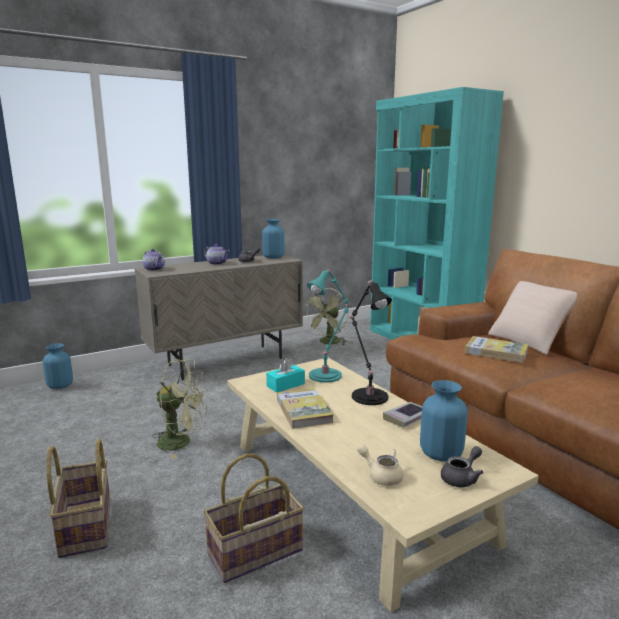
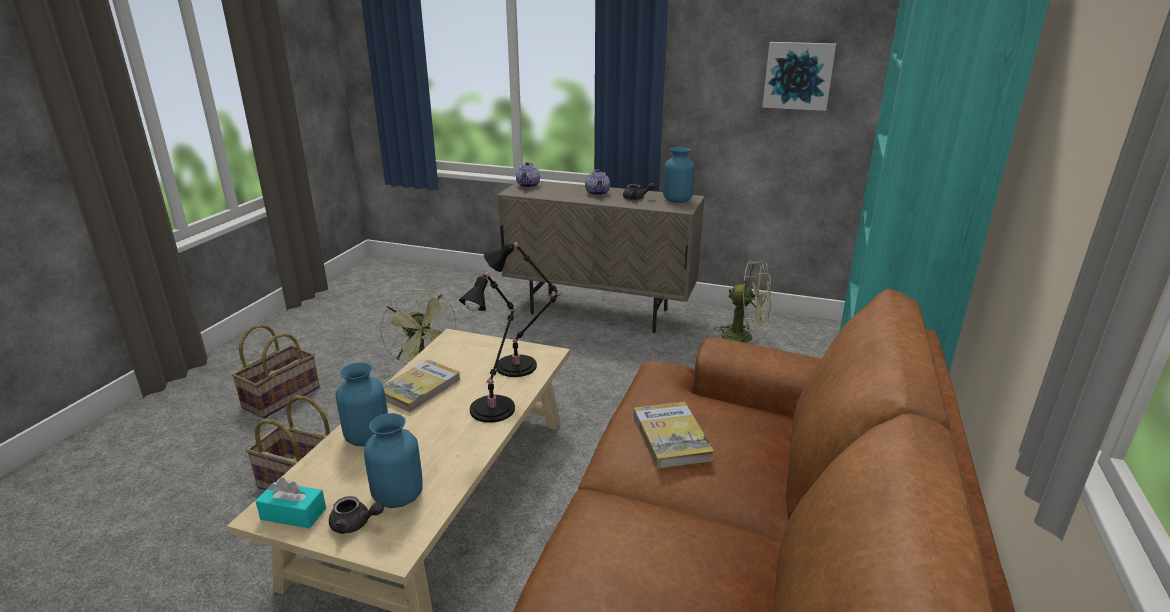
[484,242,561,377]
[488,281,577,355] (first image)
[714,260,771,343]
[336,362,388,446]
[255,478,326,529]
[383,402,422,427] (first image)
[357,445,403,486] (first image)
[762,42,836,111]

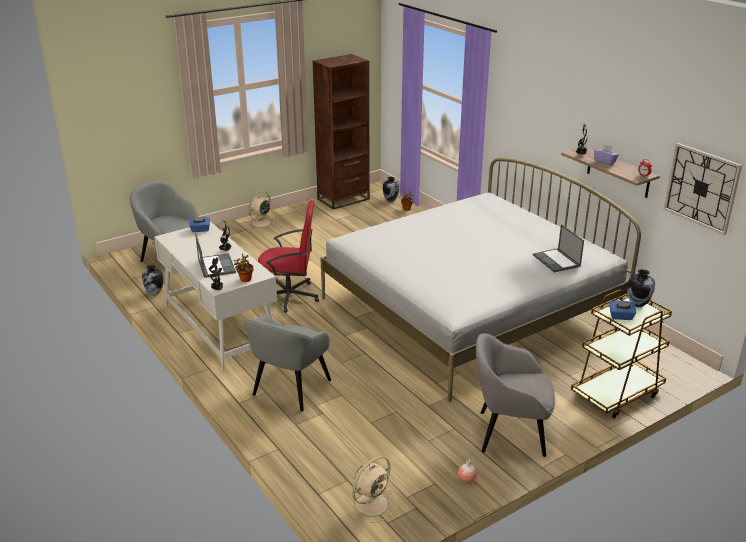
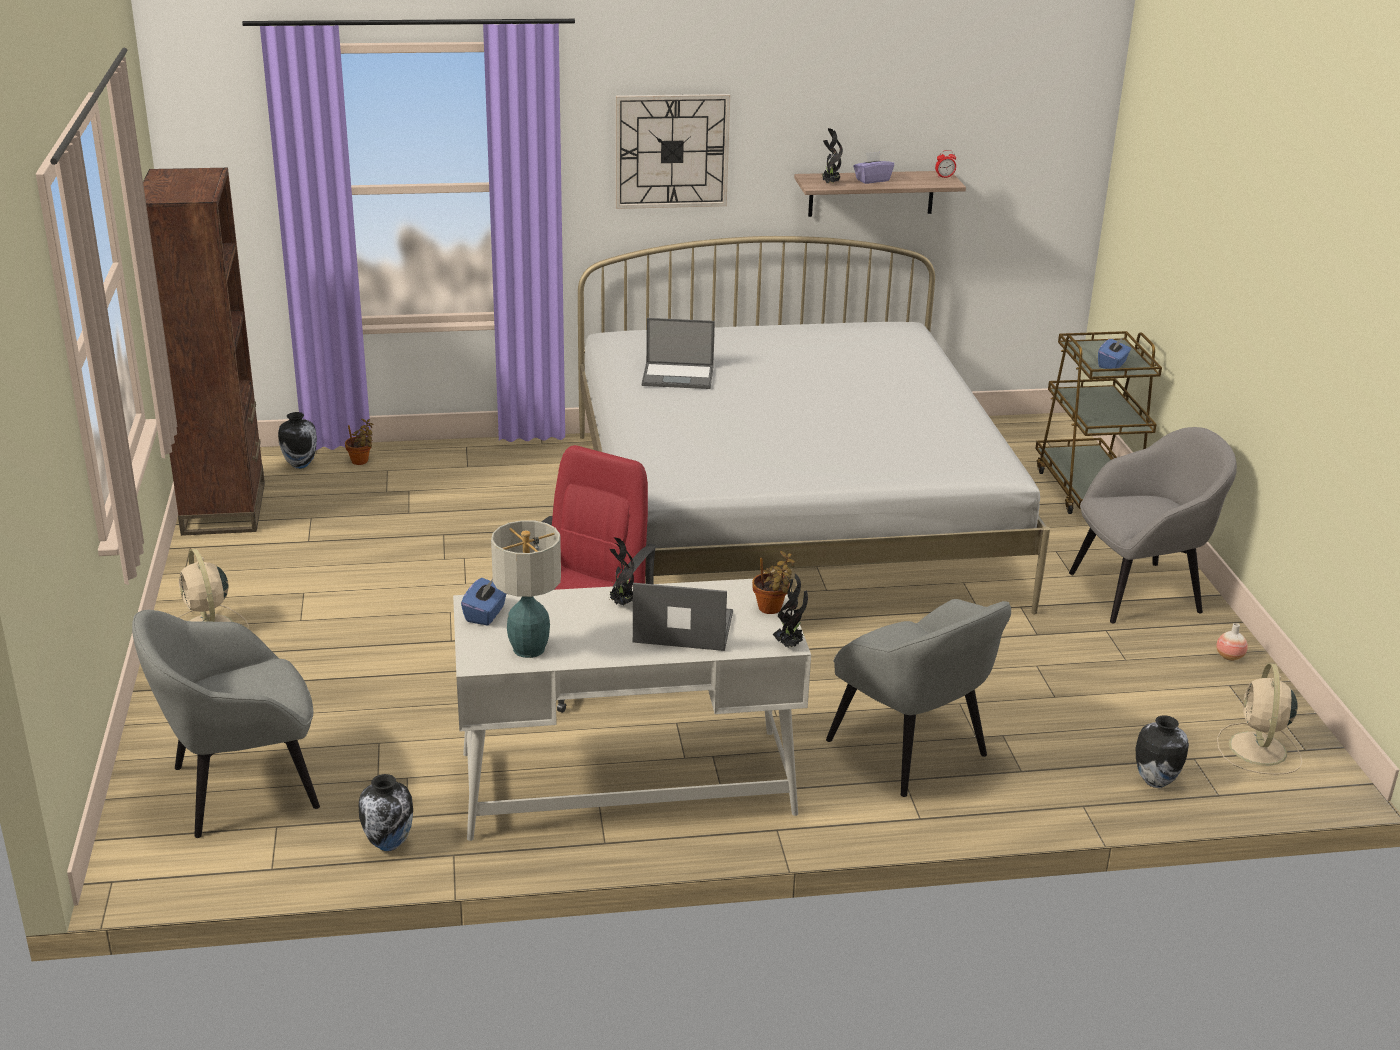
[616,94,730,209]
[642,318,715,389]
[1136,715,1189,788]
[1069,427,1237,624]
[1217,663,1302,775]
[491,520,561,658]

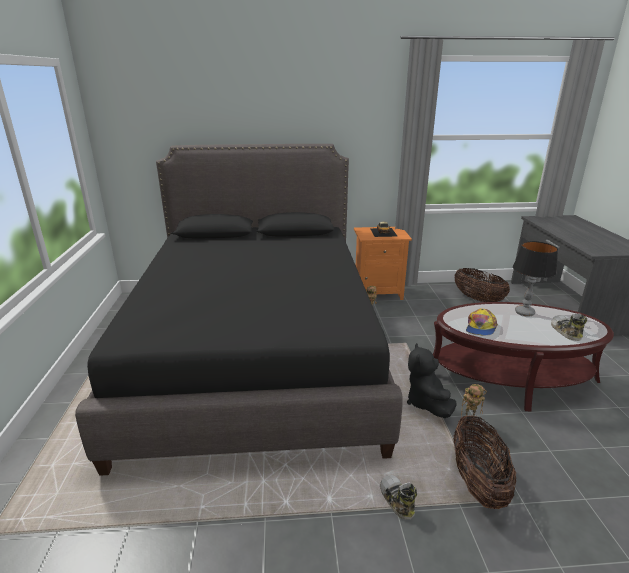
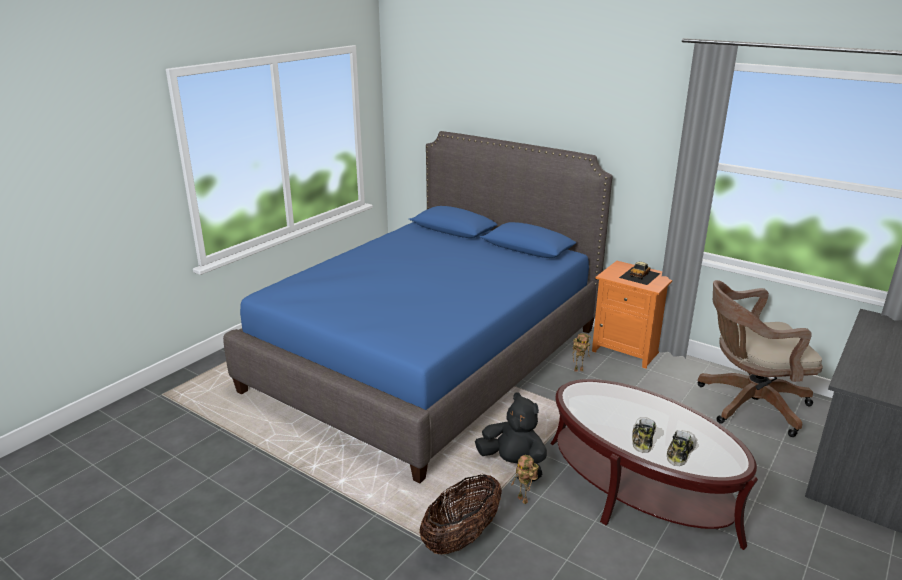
[223,131,613,483]
[513,241,558,316] (first image)
[698,280,823,437]
[466,309,498,335] (first image)
[475,392,547,482]
[632,417,656,453]

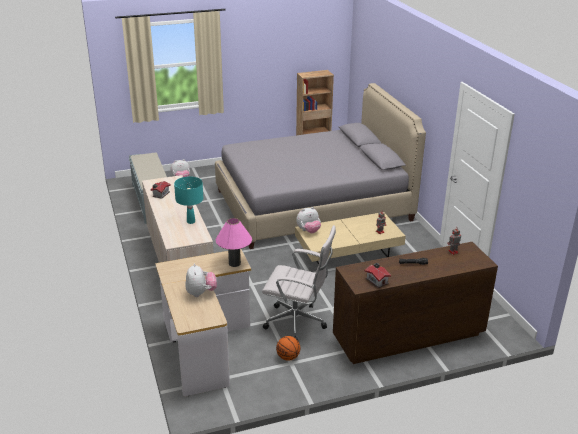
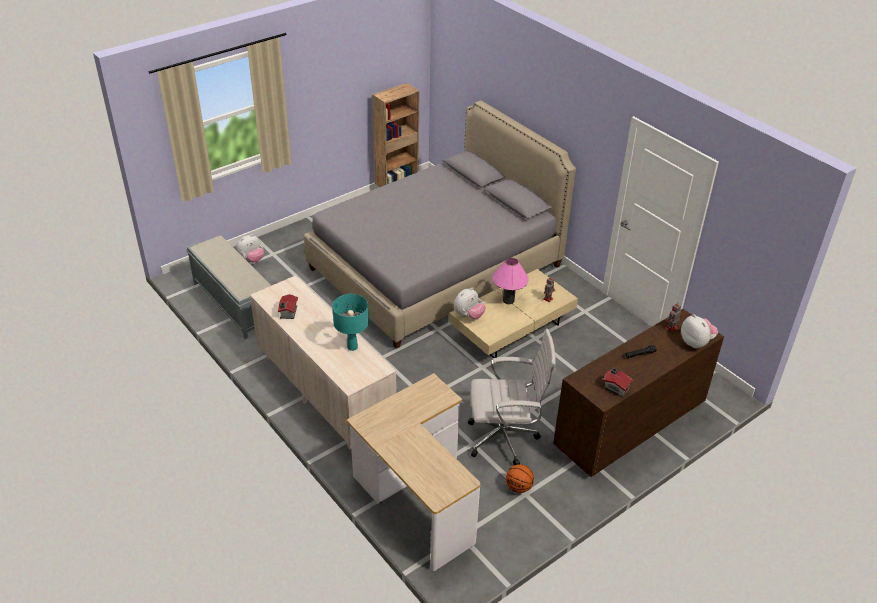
[492,258,529,304]
[681,314,718,349]

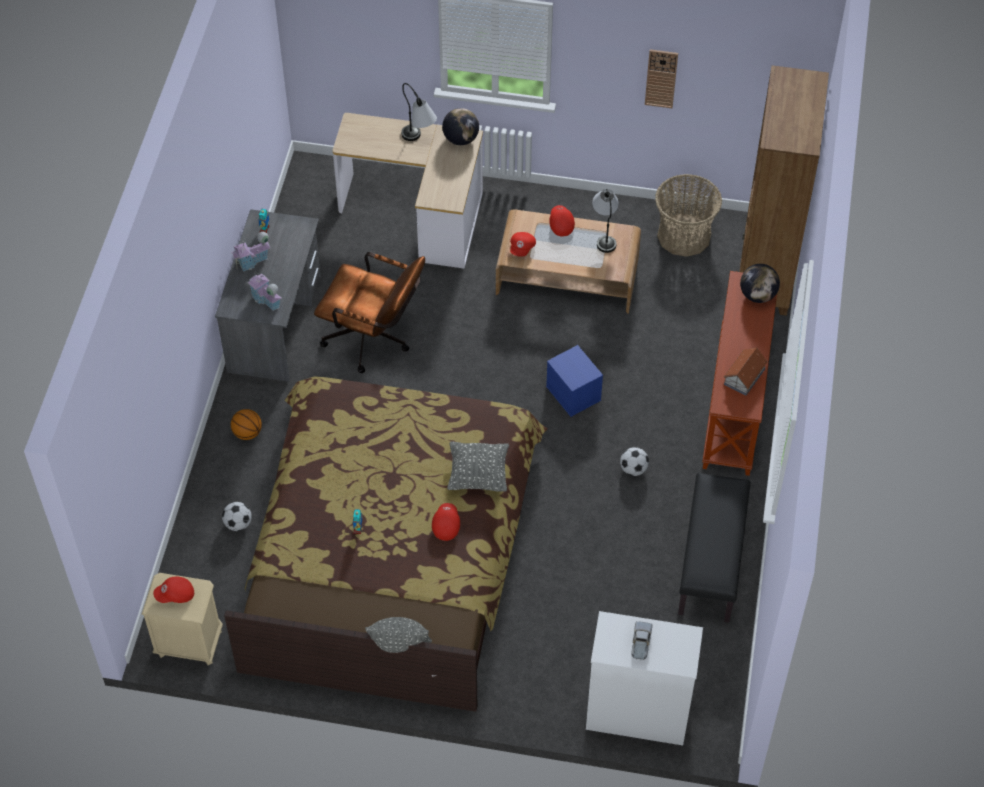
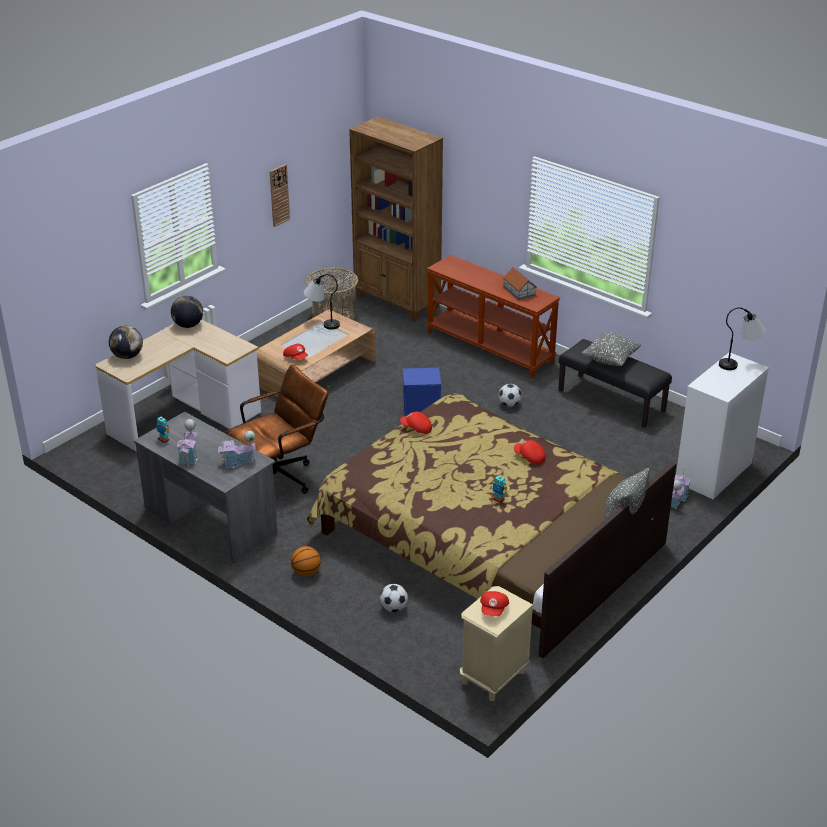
[719,307,766,370]
[400,412,432,434]
[109,326,143,359]
[581,332,641,366]
[631,621,652,661] (first image)
[671,469,691,509]

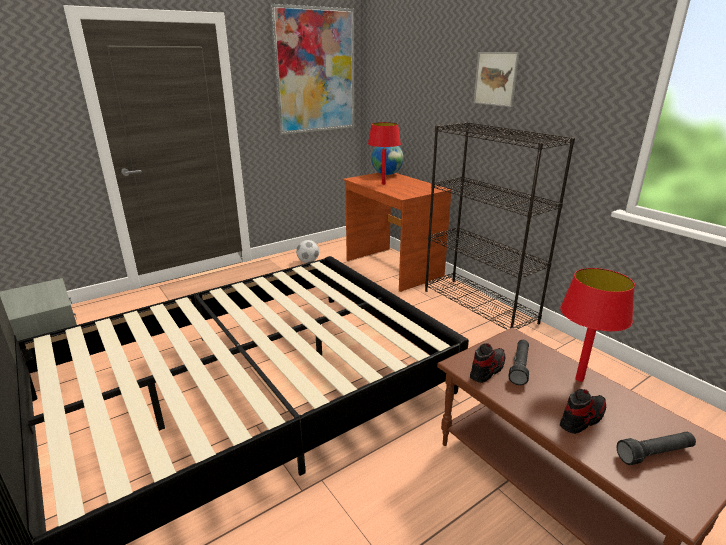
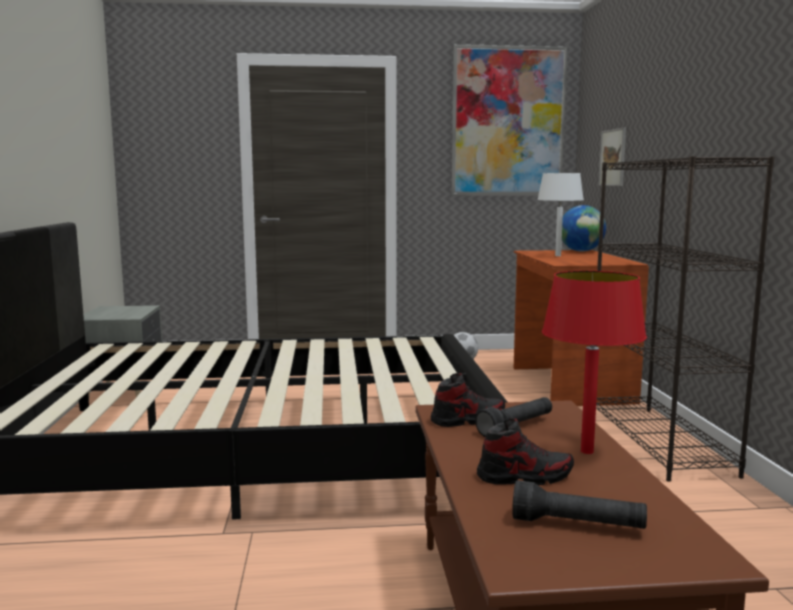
[598,128,626,186]
[537,173,584,256]

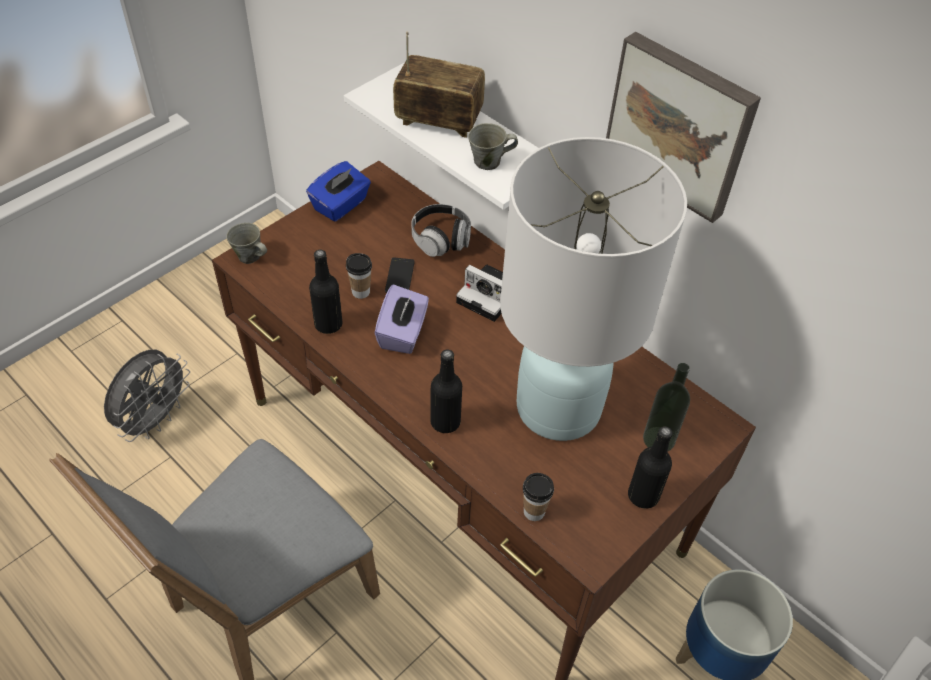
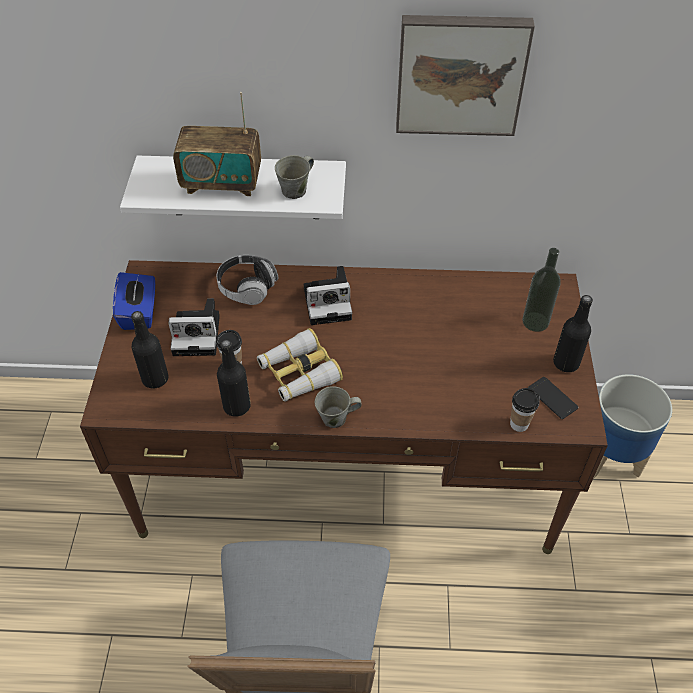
[173,92,261,196]
[500,137,687,441] (first image)
[315,386,362,428]
[528,377,578,419]
[257,328,343,402]
[104,350,190,442] (first image)
[131,311,169,389]
[168,298,220,356]

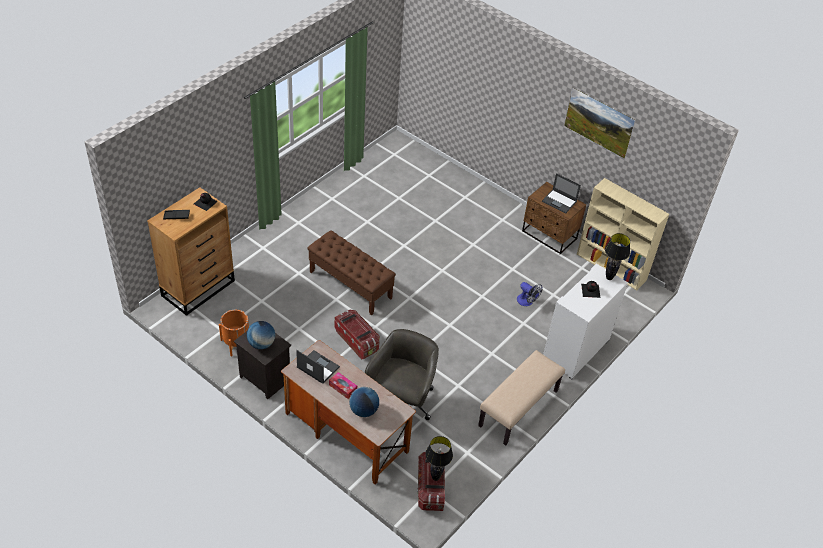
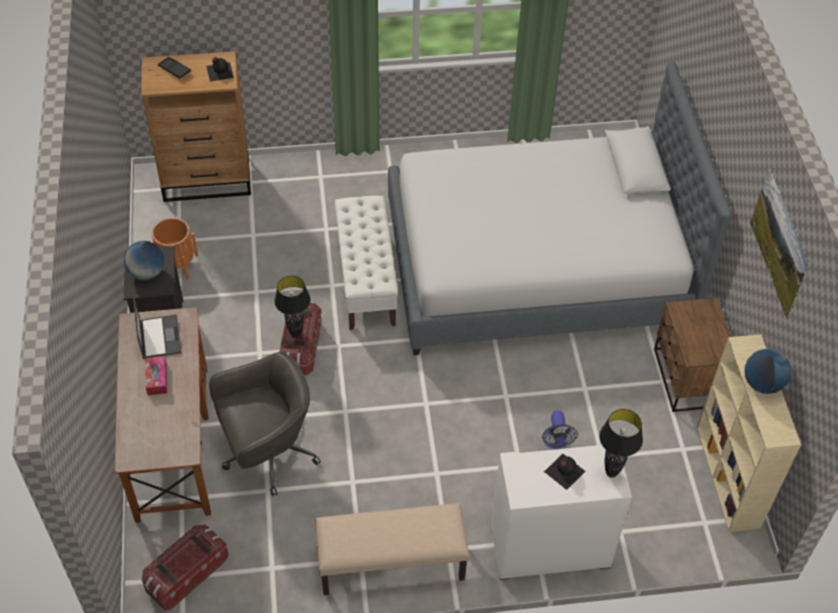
[542,173,581,213] (first image)
[335,196,398,330]
[745,349,791,394]
[274,276,311,338]
[388,61,732,355]

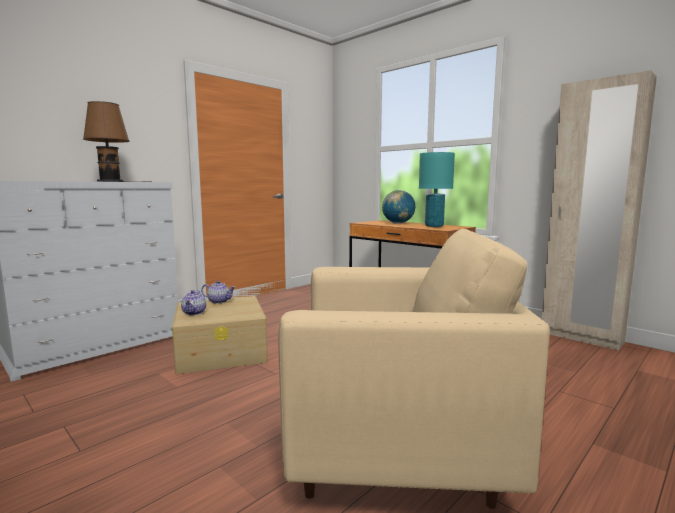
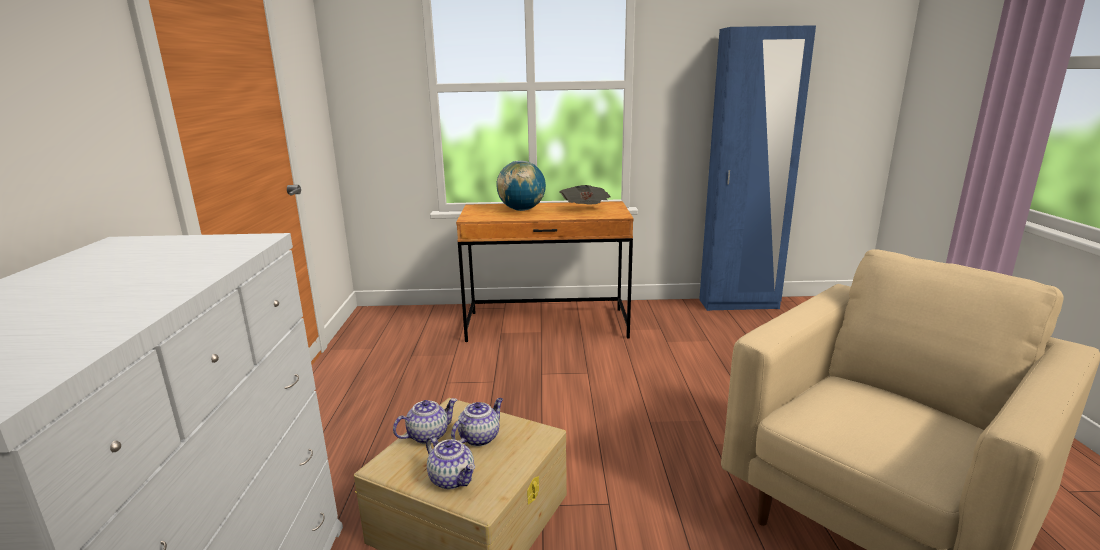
[699,25,816,311]
[83,101,149,182] (first image)
[559,185,611,204]
[451,398,503,447]

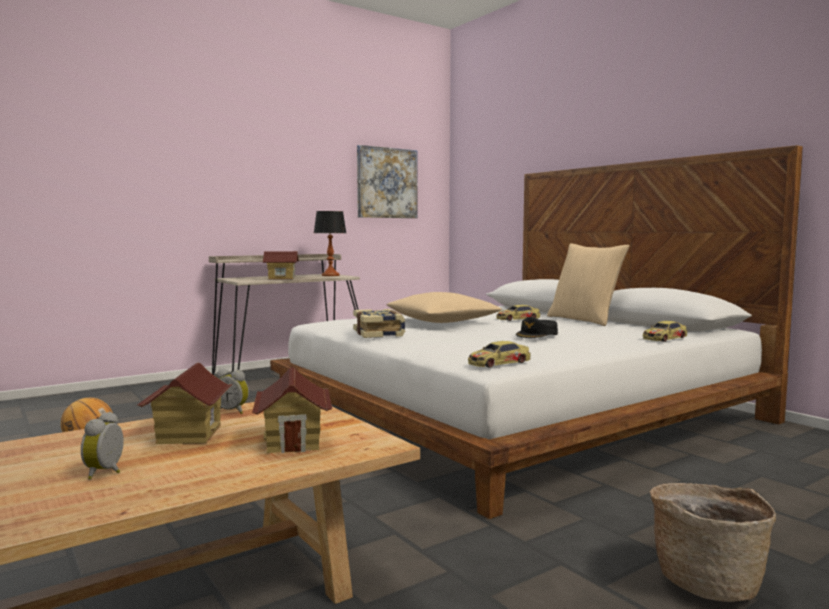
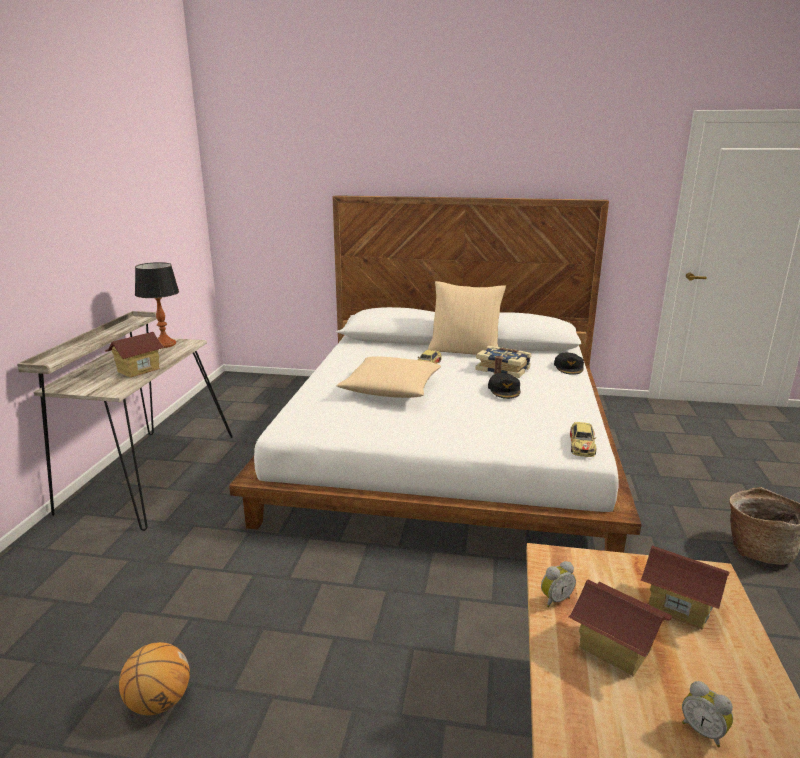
[357,145,418,218] (first image)
[475,346,531,378]
[554,353,584,375]

